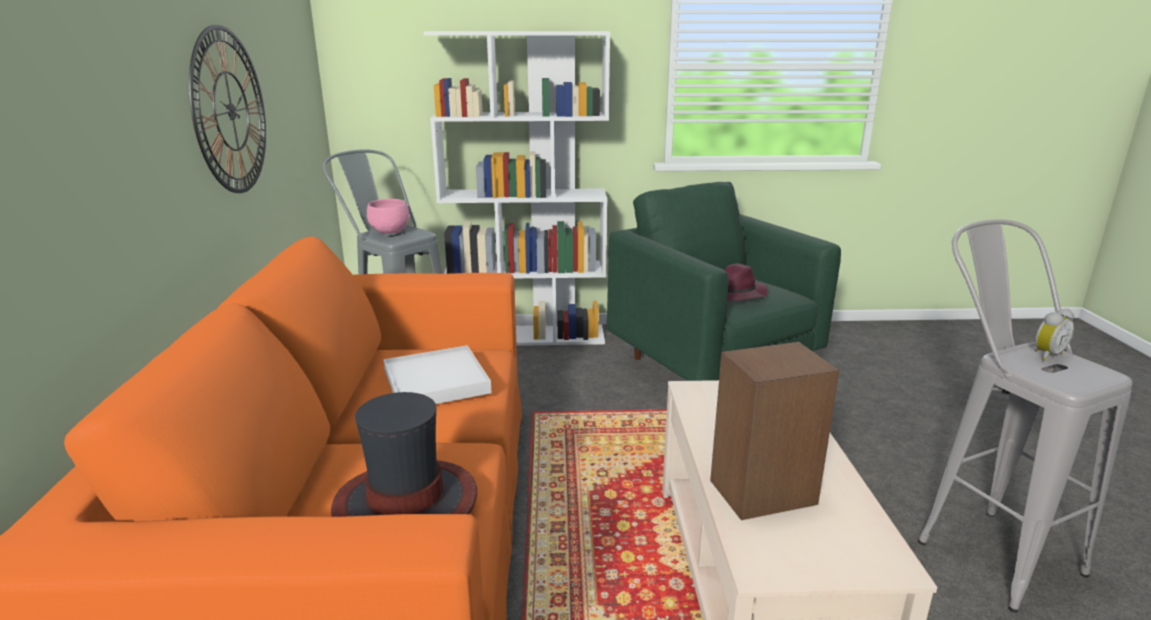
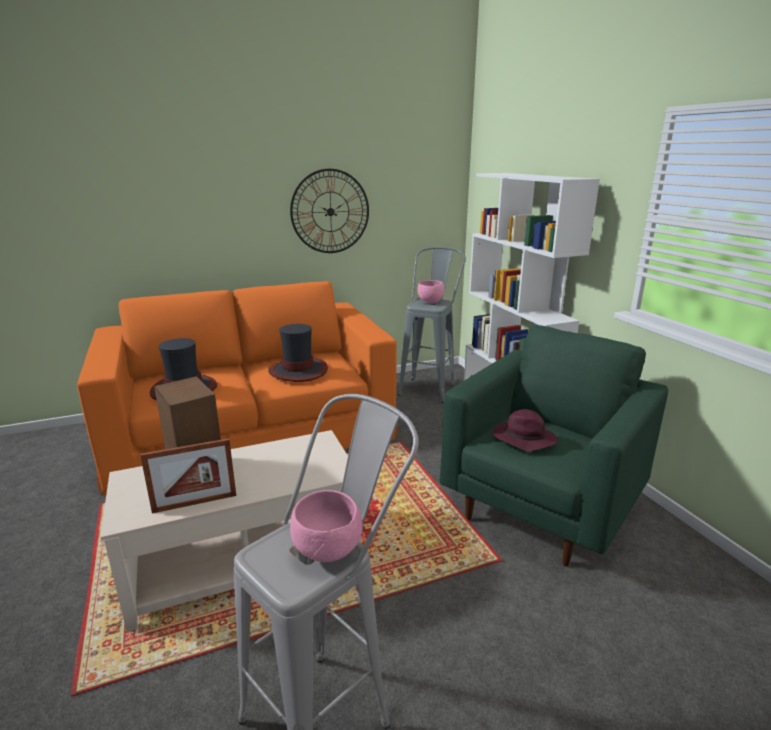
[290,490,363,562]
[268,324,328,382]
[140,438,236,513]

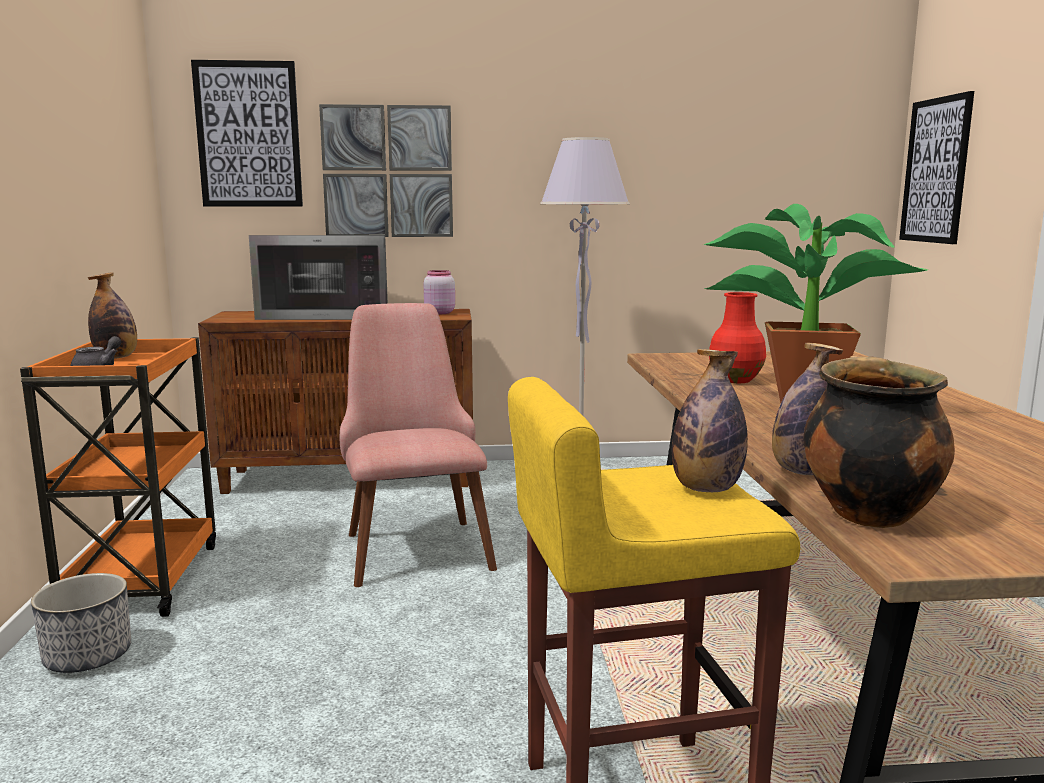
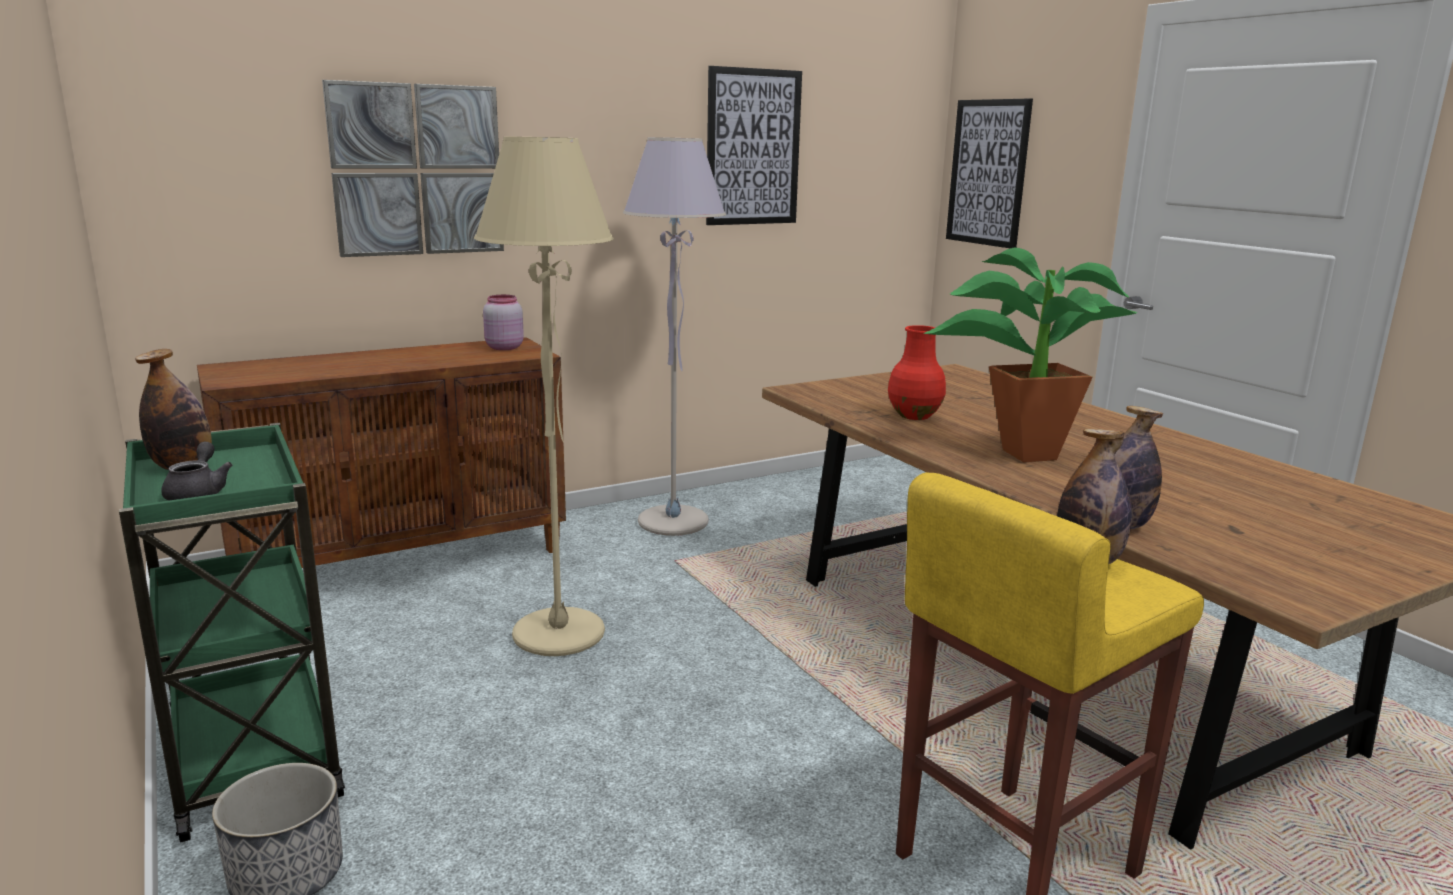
[706,66,802,225]
[249,235,388,320] (first image)
[474,137,614,656]
[119,423,345,842]
[804,356,955,528] (first image)

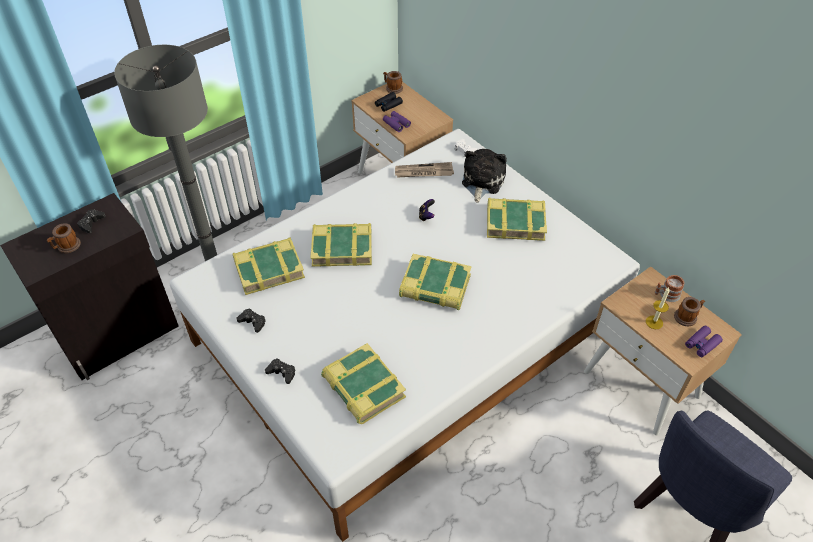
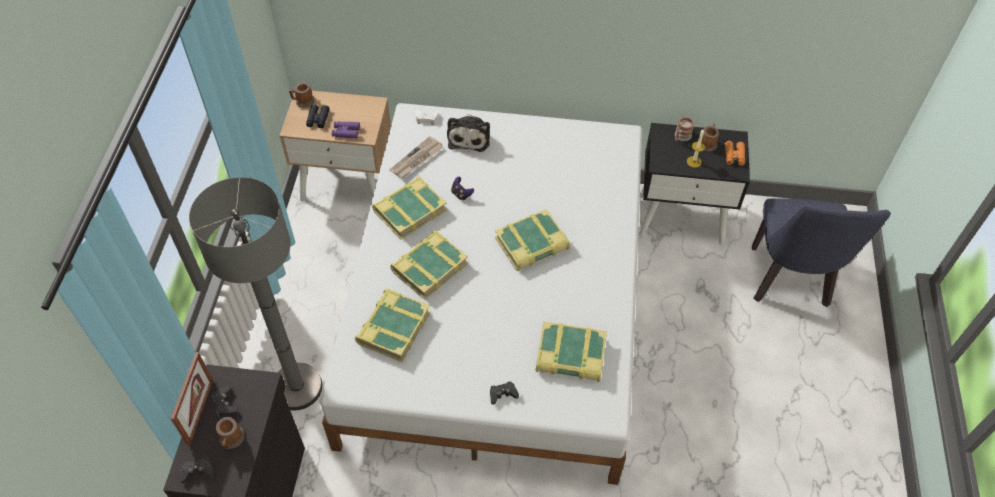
[447,114,490,152]
[372,177,447,240]
[639,123,750,245]
[180,457,214,483]
[725,141,745,166]
[171,352,213,445]

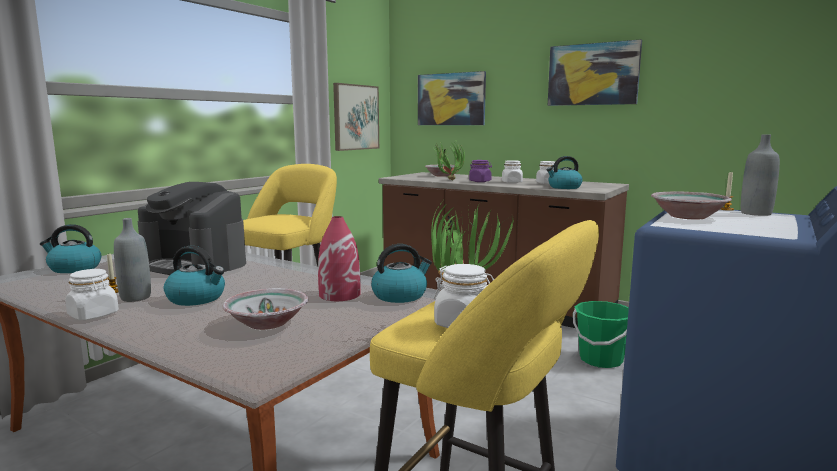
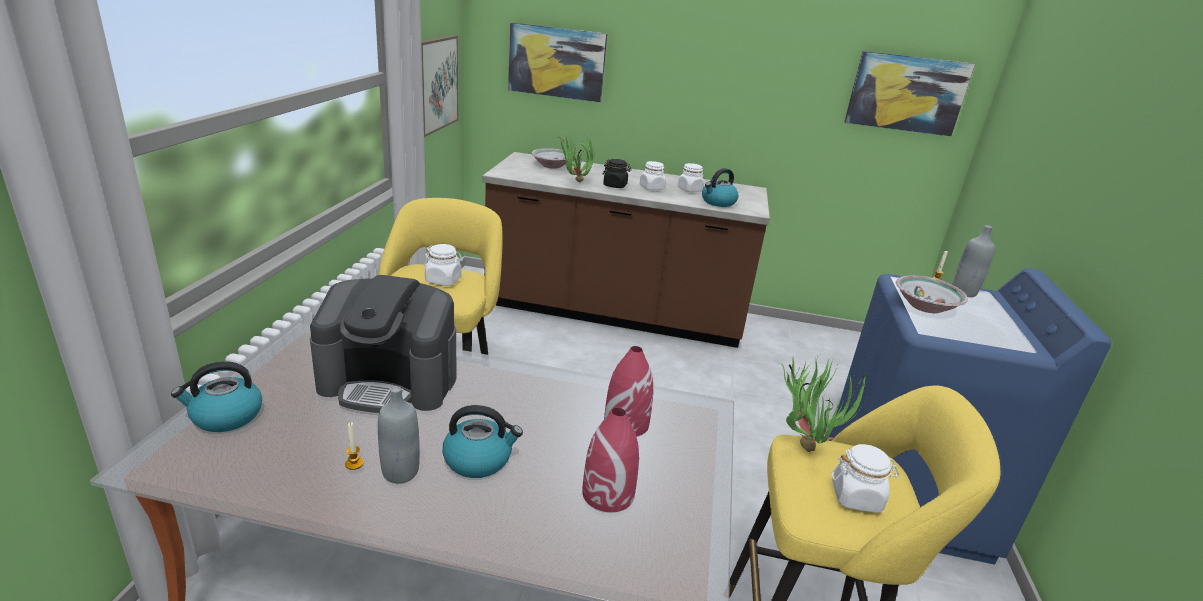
[845,51,975,136]
[602,159,631,188]
[371,244,432,303] (first image)
[424,244,463,286]
[582,408,639,512]
[573,301,629,368] (first image)

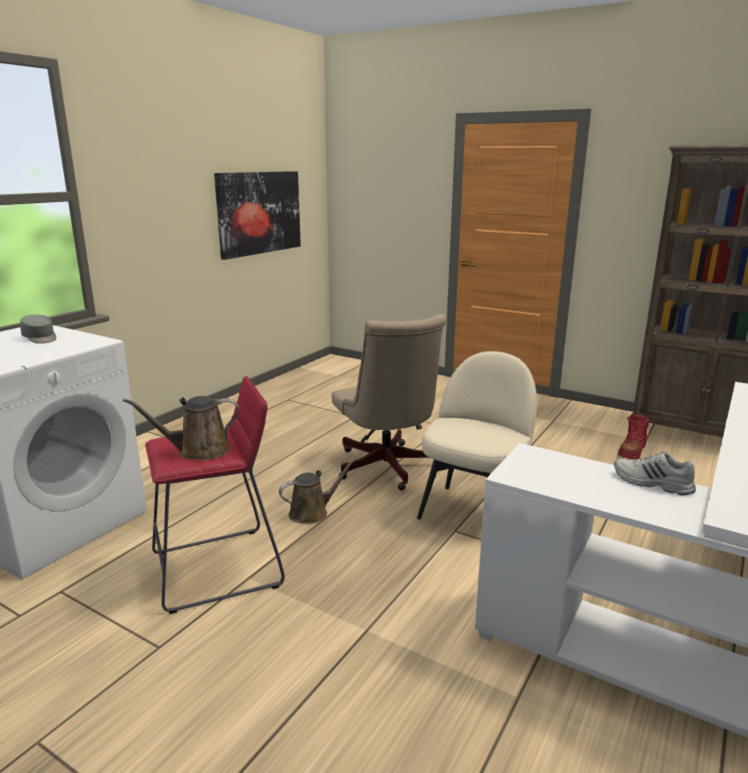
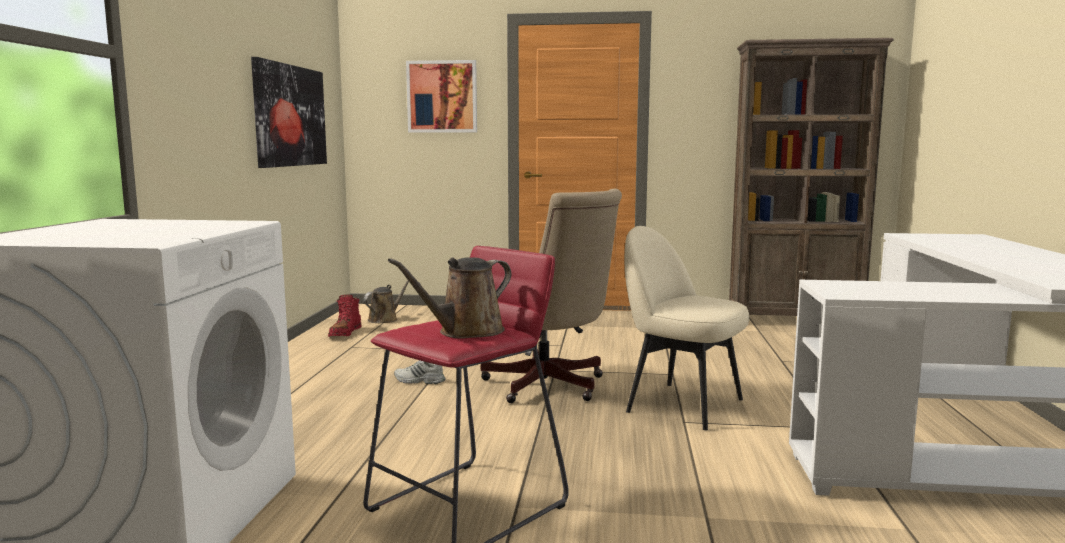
[20,314,56,344] (first image)
[625,226,749,430]
[328,294,362,337]
[394,360,445,384]
[364,280,409,323]
[406,60,477,133]

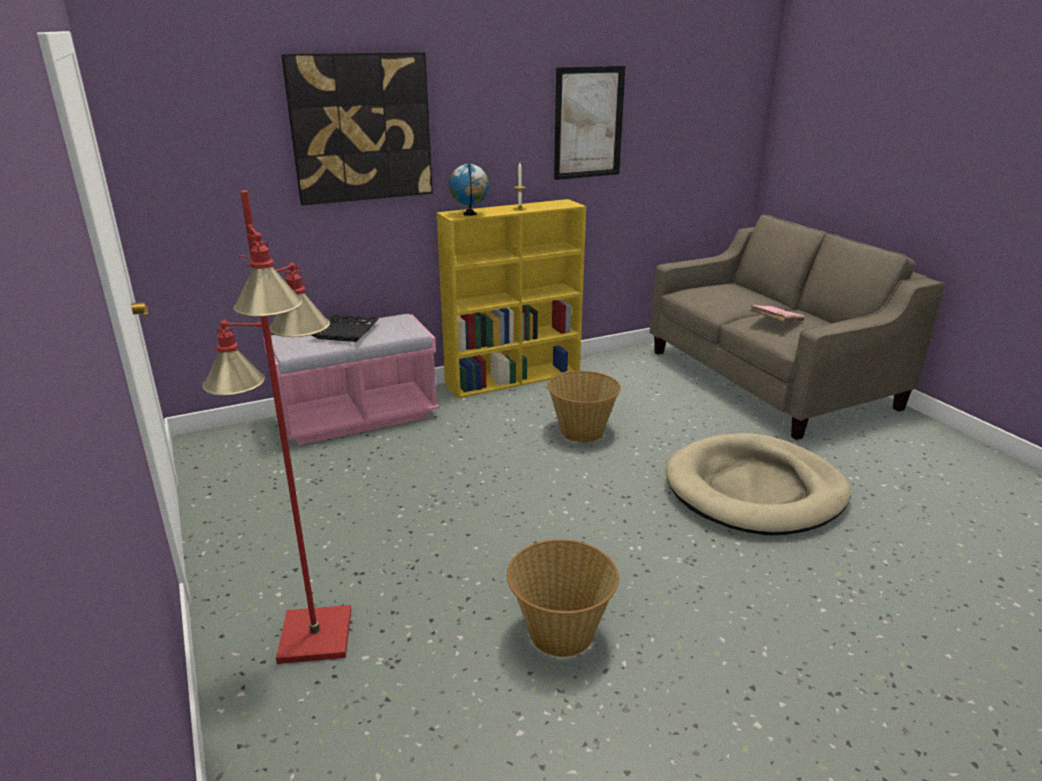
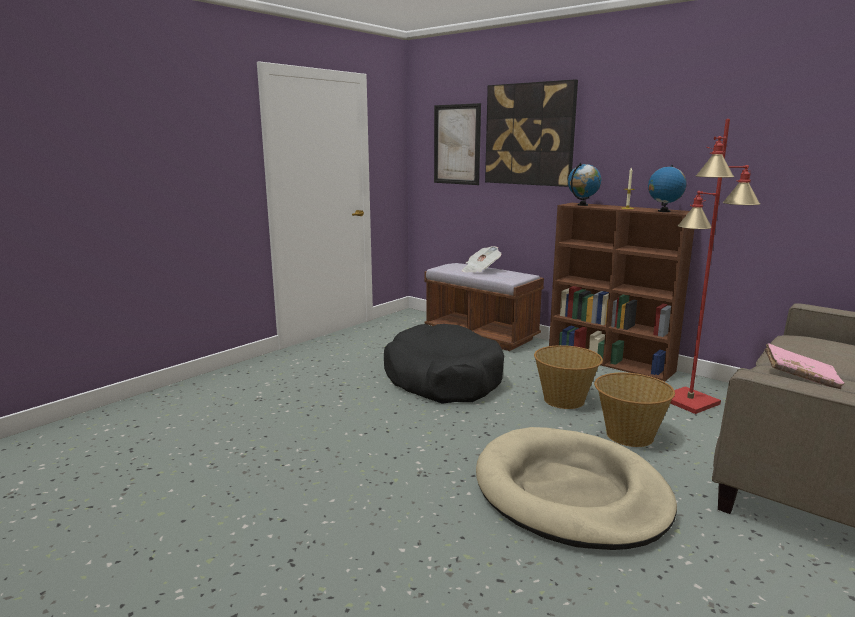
[434,103,481,185]
[670,119,761,414]
[549,203,694,381]
[425,263,544,351]
[462,246,501,273]
[594,372,675,447]
[648,165,687,212]
[384,324,504,404]

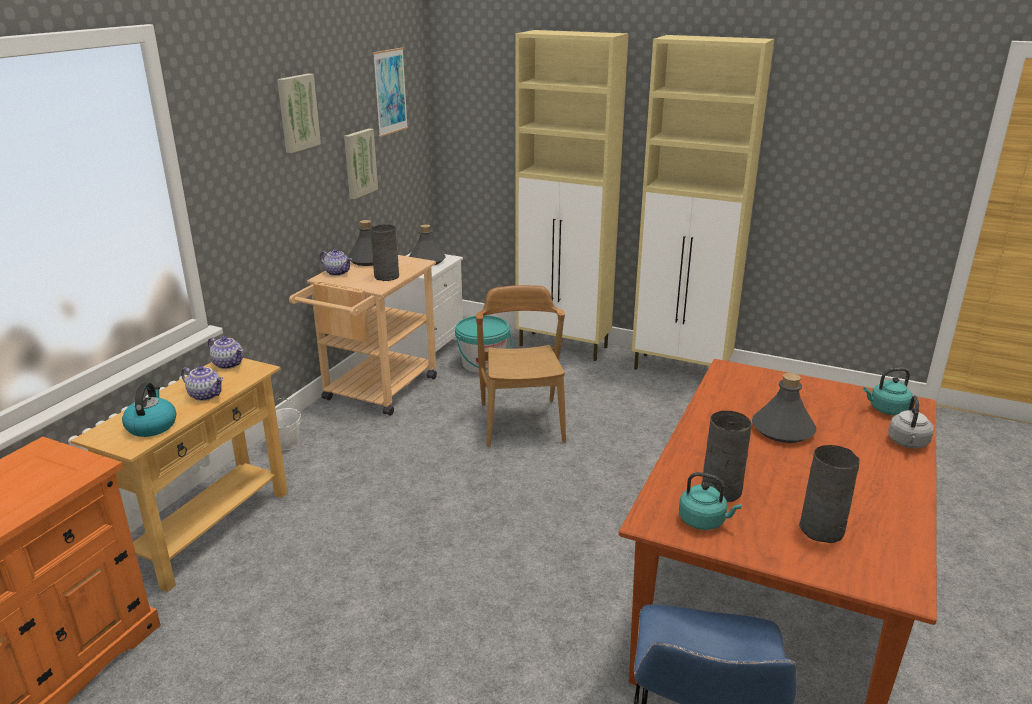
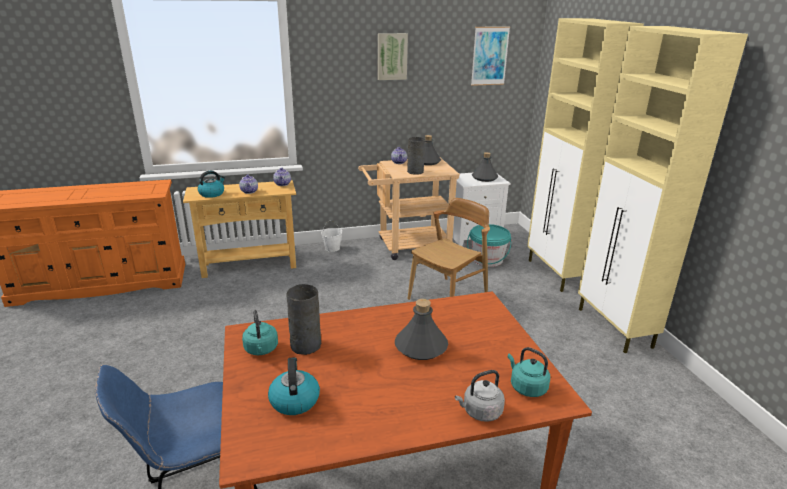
[344,128,378,199] (first image)
[268,357,320,415]

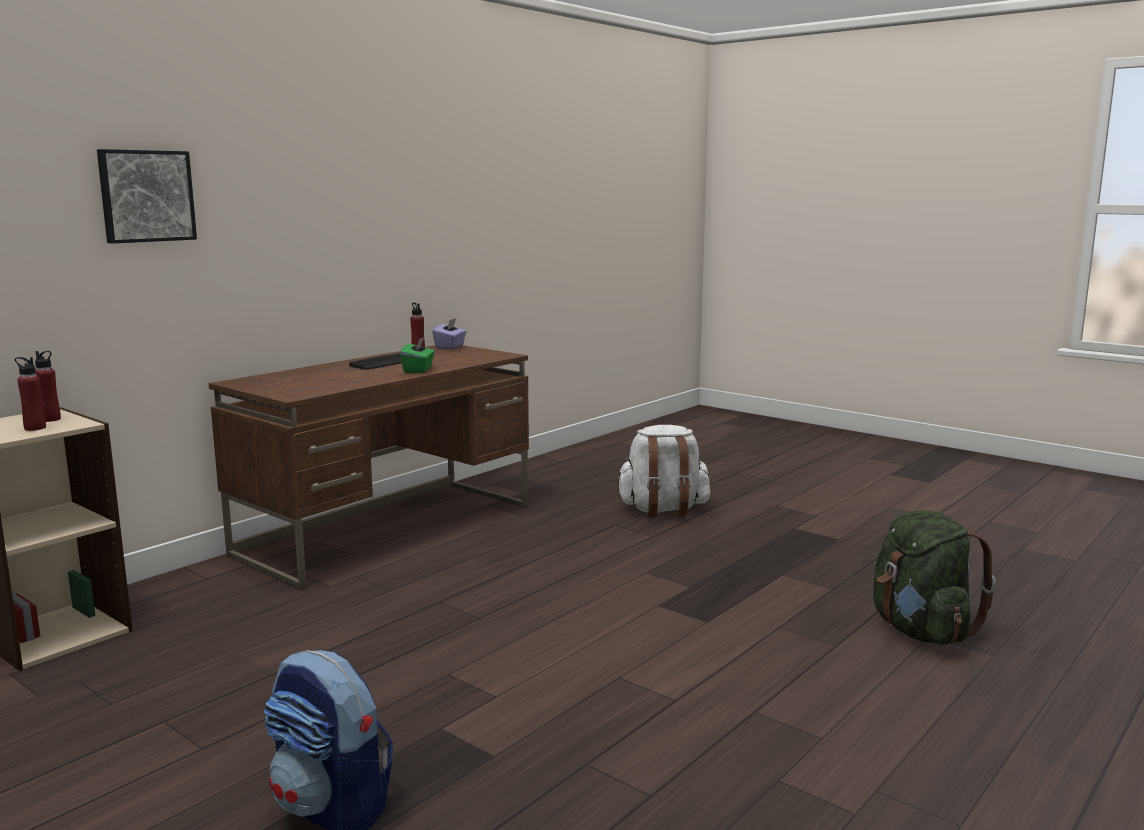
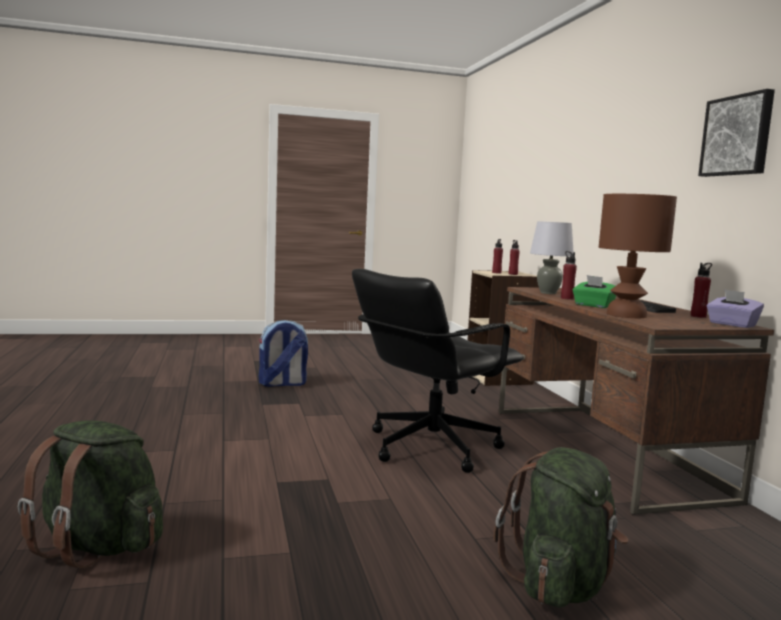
[698,89,775,177]
[493,447,628,608]
[599,194,677,318]
[530,221,574,294]
[561,251,577,300]
[352,269,523,473]

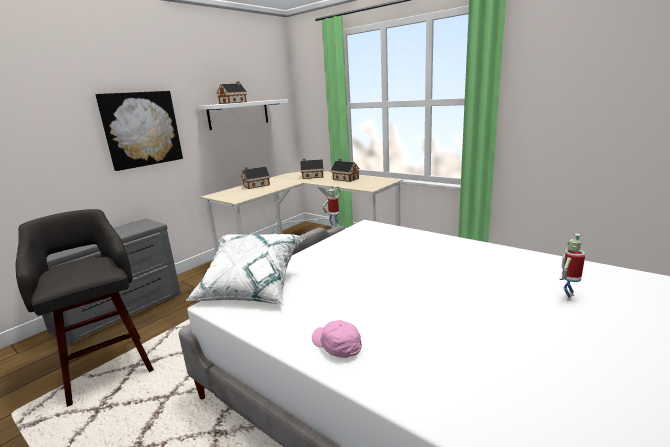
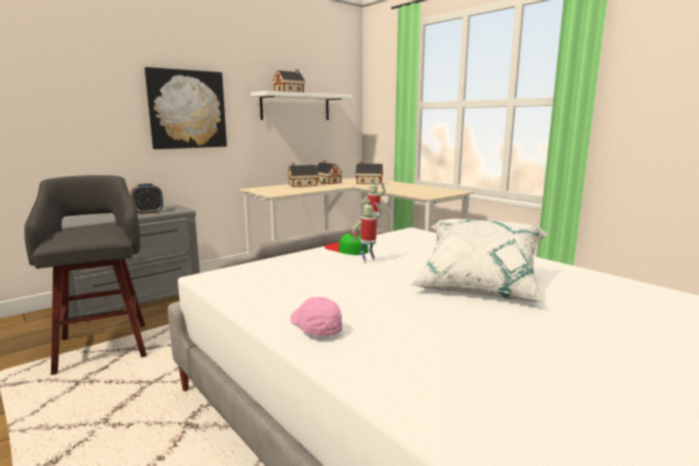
[316,160,343,184]
[411,219,549,302]
[352,200,382,263]
[130,183,163,214]
[324,232,368,255]

